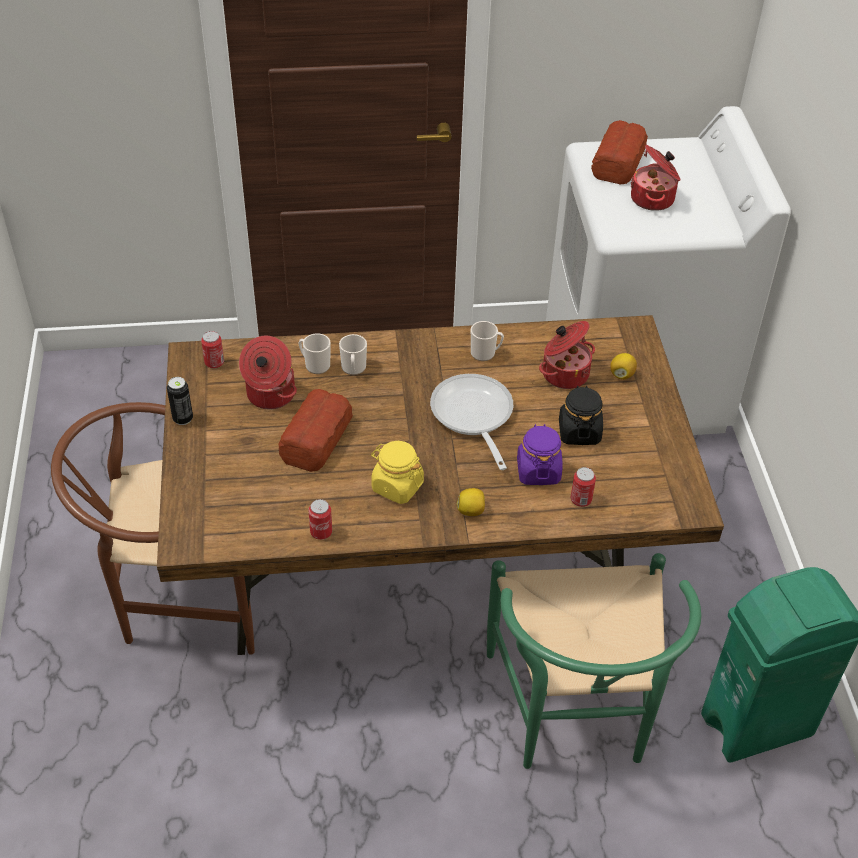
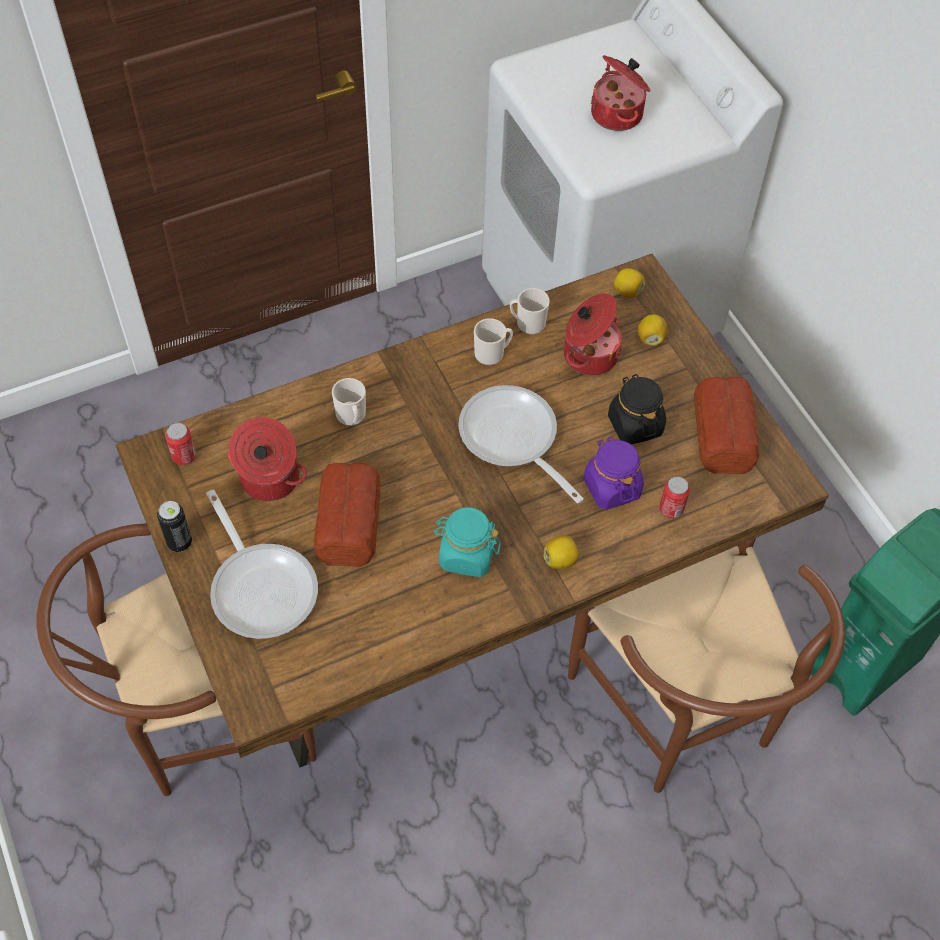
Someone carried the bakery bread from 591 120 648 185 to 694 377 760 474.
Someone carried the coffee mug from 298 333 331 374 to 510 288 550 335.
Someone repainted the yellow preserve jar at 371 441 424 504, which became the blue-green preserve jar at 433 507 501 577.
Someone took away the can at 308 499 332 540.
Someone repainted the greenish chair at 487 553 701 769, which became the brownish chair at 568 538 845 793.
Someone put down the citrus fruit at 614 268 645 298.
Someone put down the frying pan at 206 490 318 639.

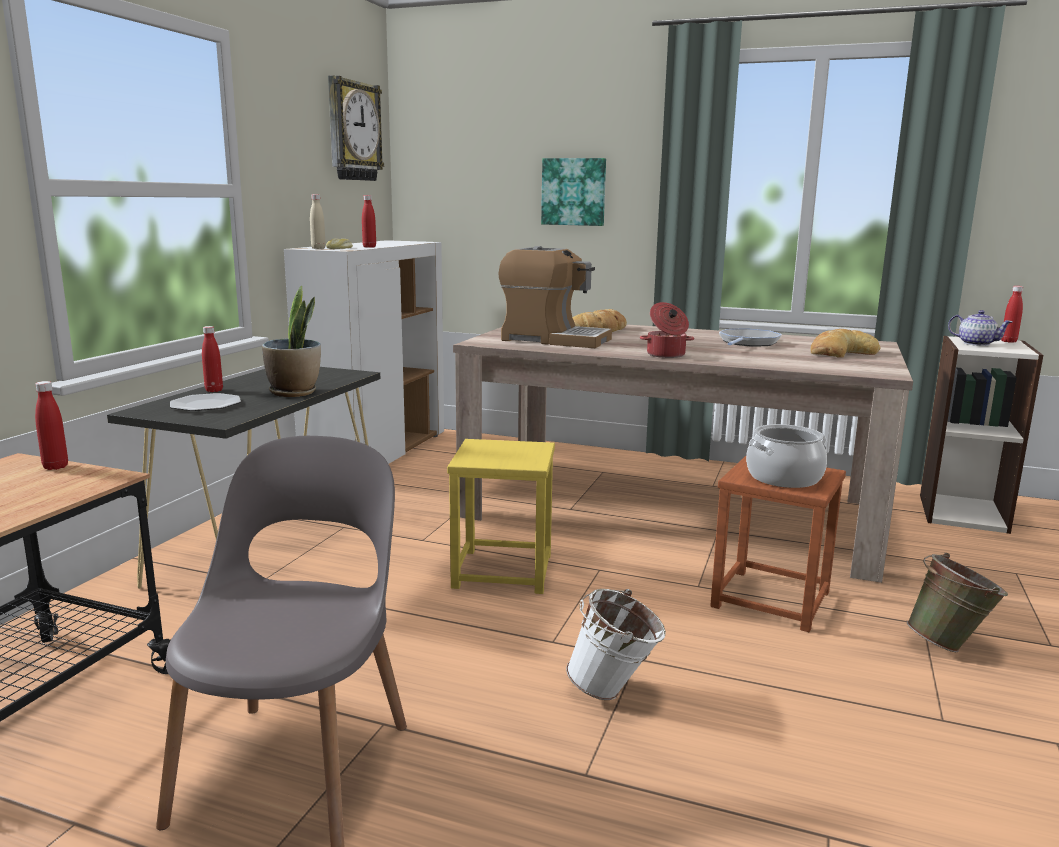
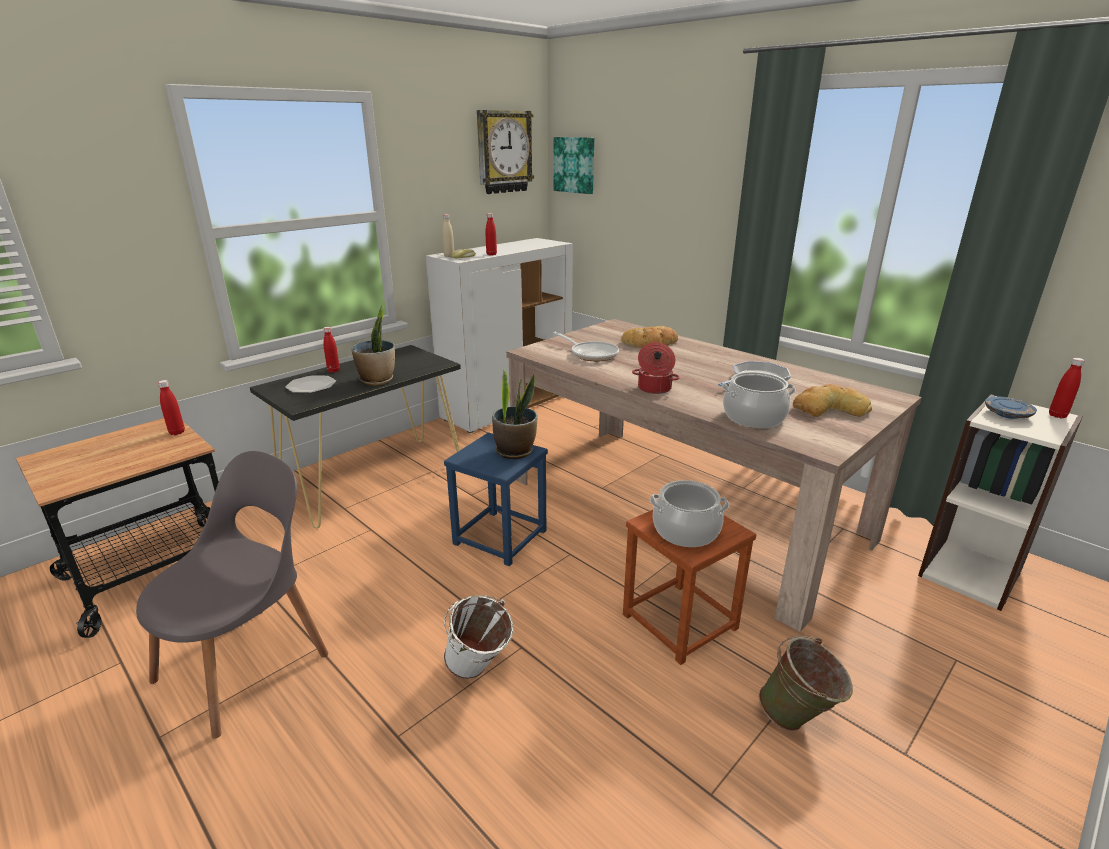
Someone carried the picture from 541 158 606 226 to 553 137 594 194.
Someone swapped the coffee machine at 498 246 612 348 for the frying pan at 553 332 619 361.
Someone swapped the pot for tea at 948 310 1012 346 for the bluish dinner plate at 985 396 1037 419.
Someone repainted the yellow stool seat at 447 439 555 594, which became the bluish stool seat at 444 433 548 566.
Someone put down the potted plant at 492 367 537 459.
Someone put down the saucepot at 722 372 796 428.

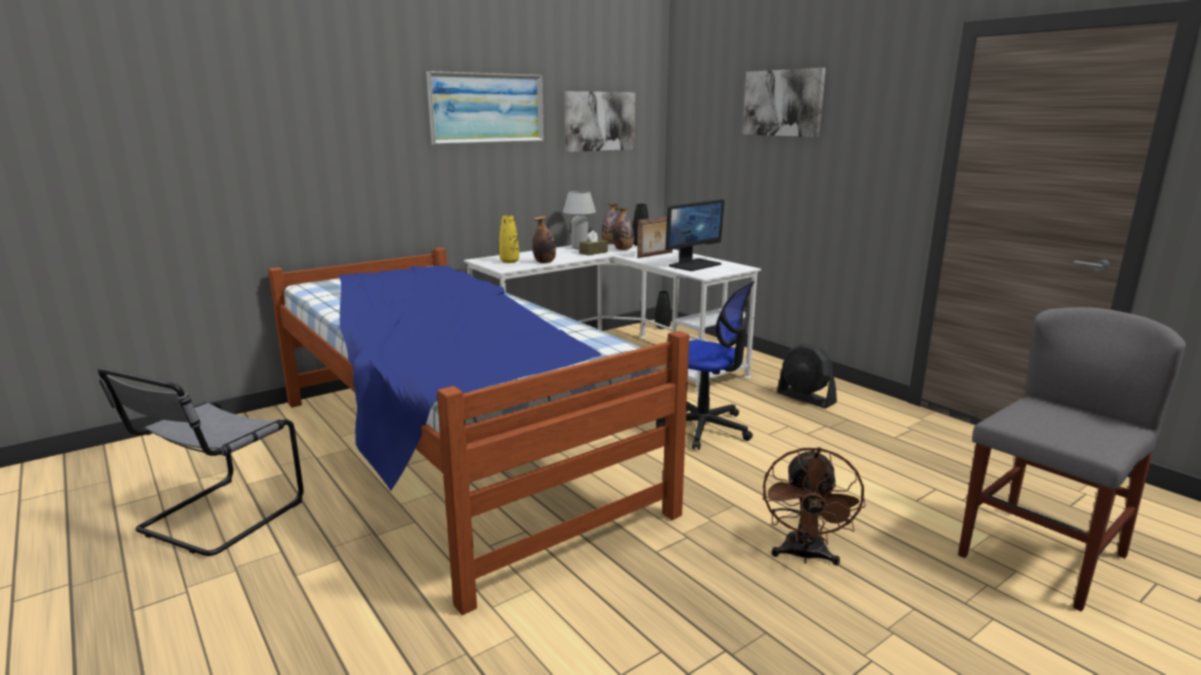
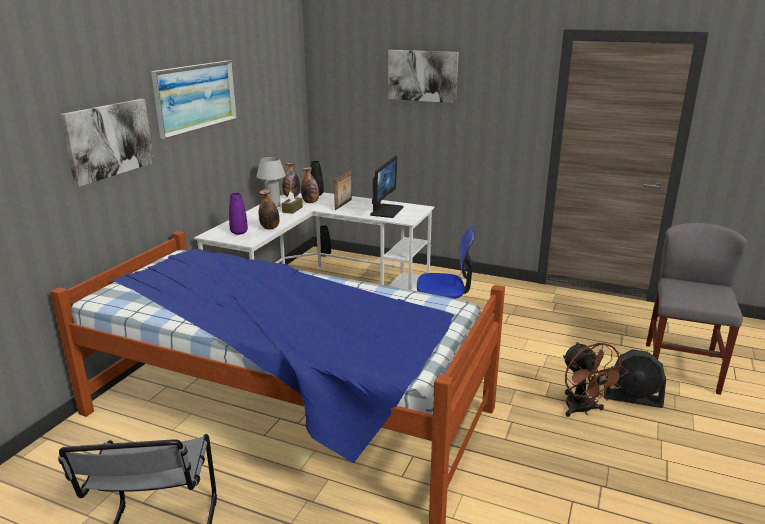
Someone carried the picture from 565 91 635 152 to 60 99 154 187.
Someone repainted the yellow flower vase at 499 215 519 263, which became the purple flower vase at 229 193 248 235.
Someone carried the black-coloured cooling fan from 777 343 837 408 to 604 349 666 408.

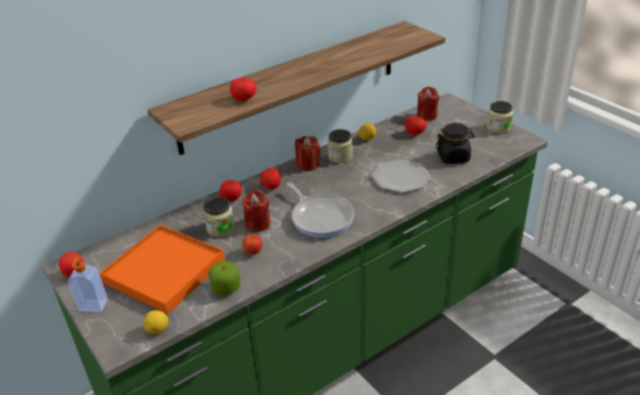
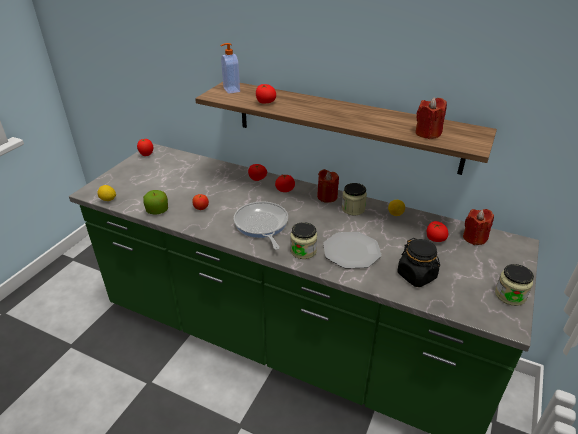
Someone rotated the frying pan at 287 182 354 237 by 135 degrees clockwise.
Someone carried the reddish wax candle from 242 189 271 232 to 415 97 447 139.
Someone carried the preserve jar from 203 197 235 237 to 290 222 317 259.
Someone took away the orange-coloured tray at 99 225 225 314.
Someone carried the soap bottle from 68 257 108 312 to 221 43 240 94.

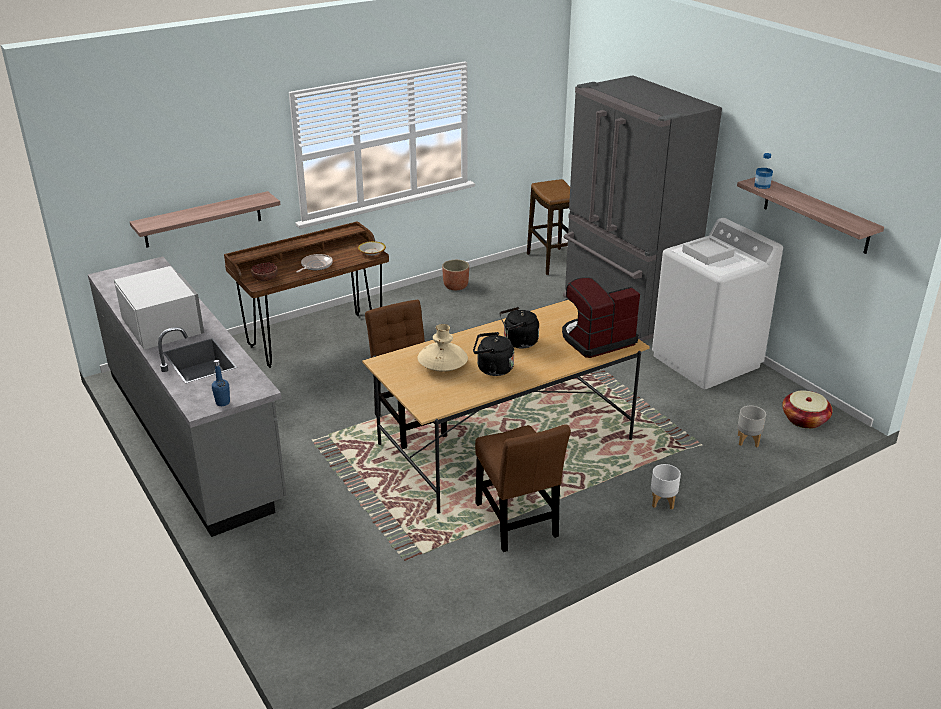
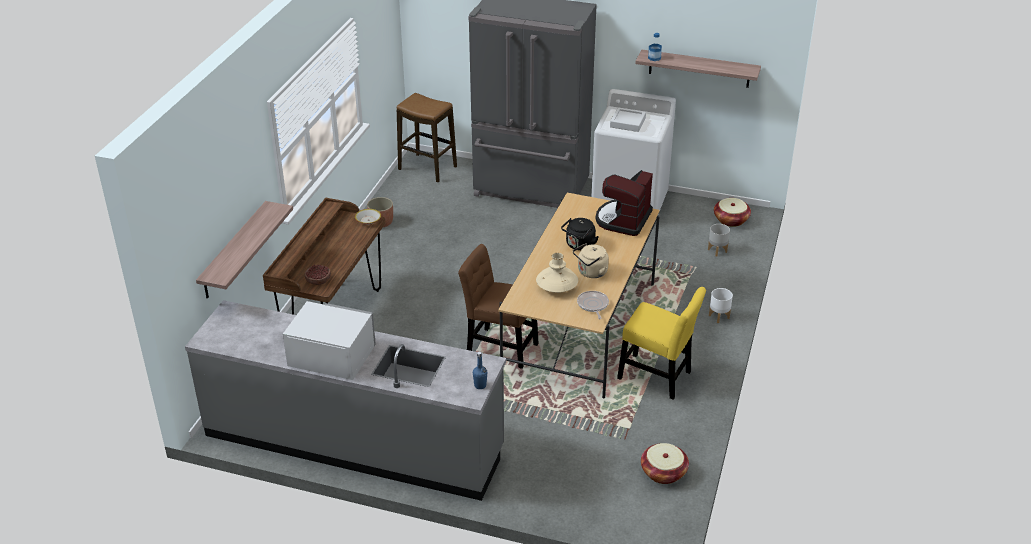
Someone carried the frying pan from 296 254 333 273 to 577 291 609 319.
Someone repainted the black-coloured water kettle at 473 332 514 376, which became the sand-coloured water kettle at 573 243 609 278.
Someone repainted the brownish chair at 475 425 571 552, which became the yellow chair at 617 287 706 400.
Someone put down the basket at 641 443 689 484.

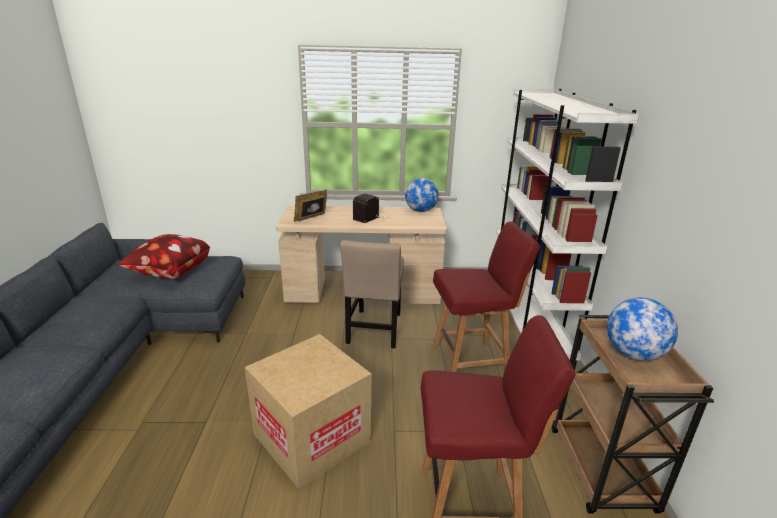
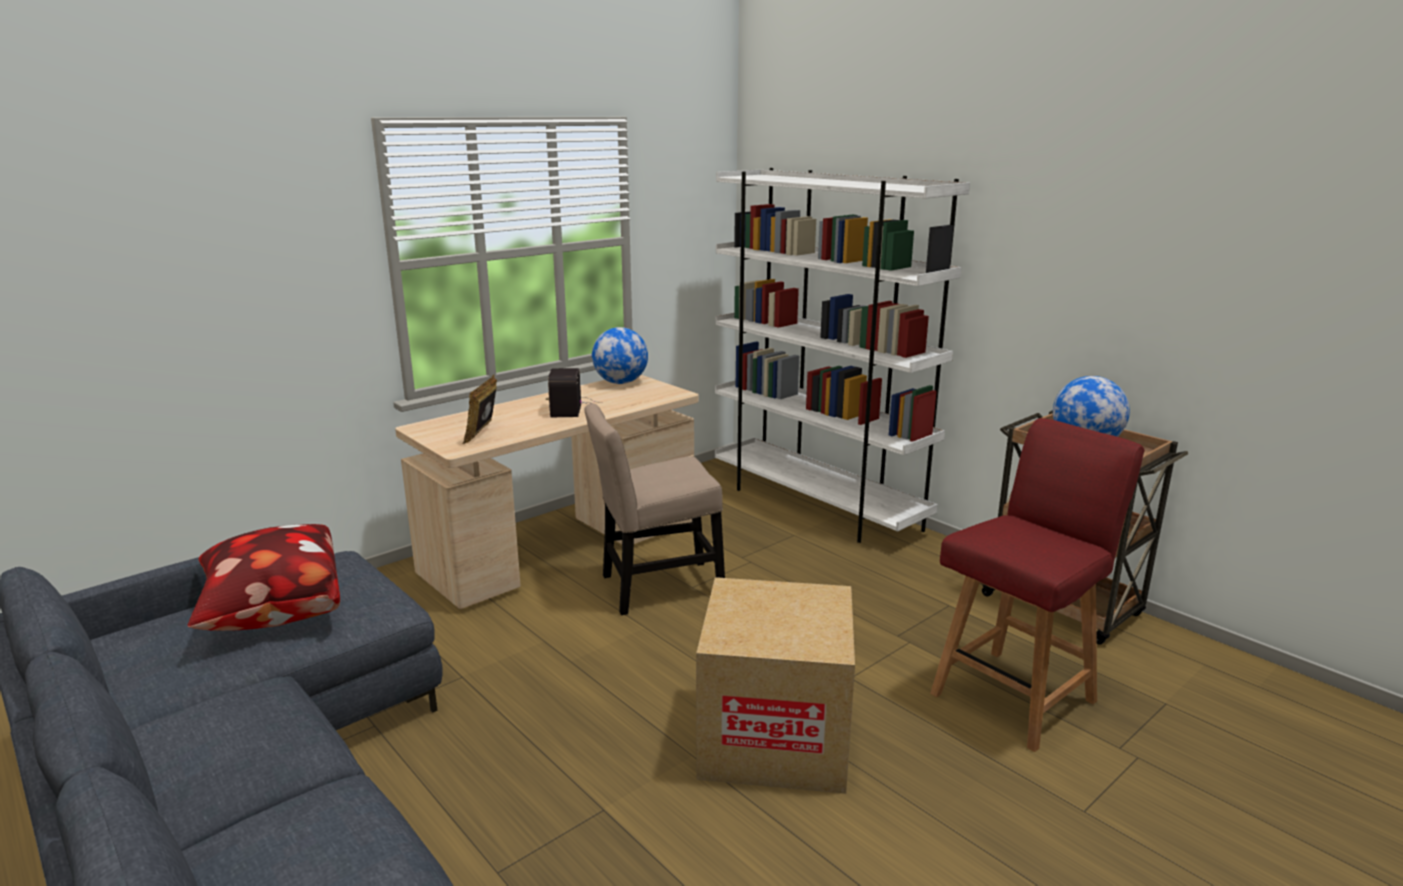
Someone took away the reddish chair at 432 221 540 372.
Someone rotated the sand-coloured chair at 340 240 404 348 by 105 degrees clockwise.

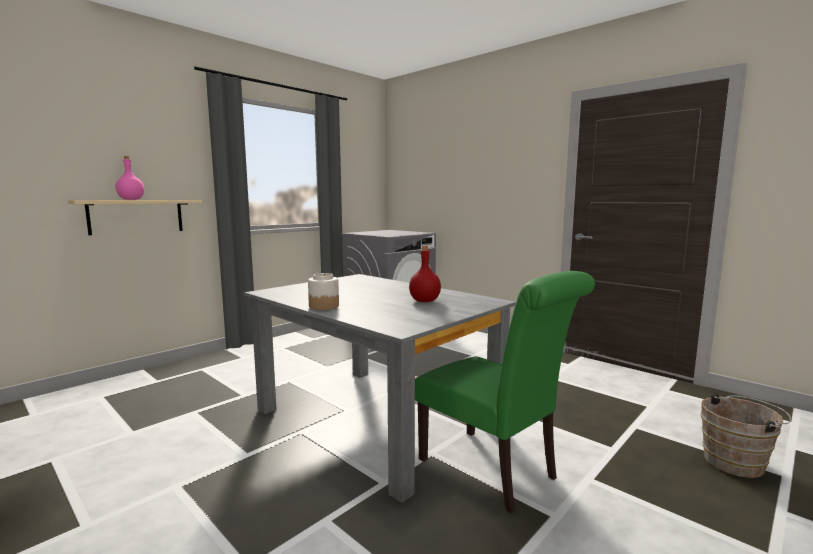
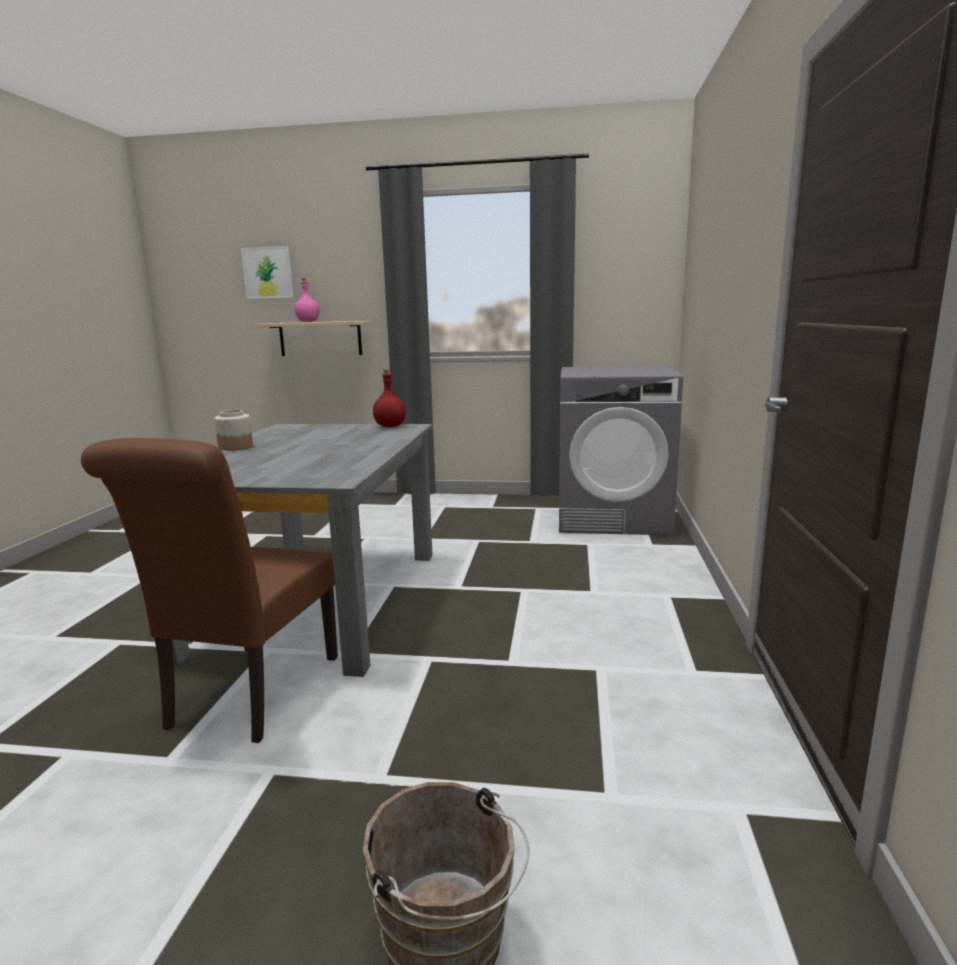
Someone carried the reddish beverage bottle from 409 246 441 302 to 373 369 406 427.
Someone repainted the greenish chair at 415 271 595 514, which became the brownish chair at 81 438 338 743.
Someone put up the picture at 241 246 293 299.

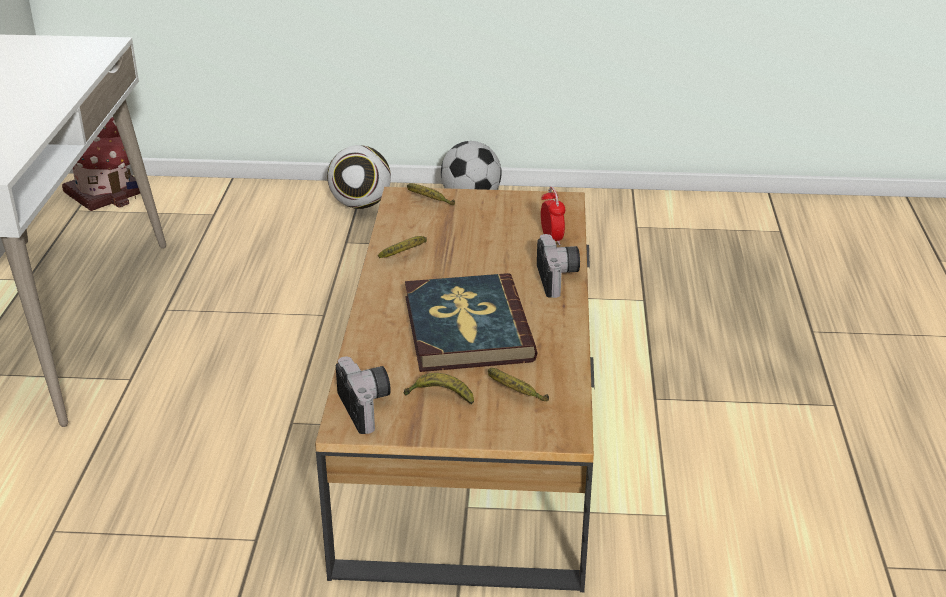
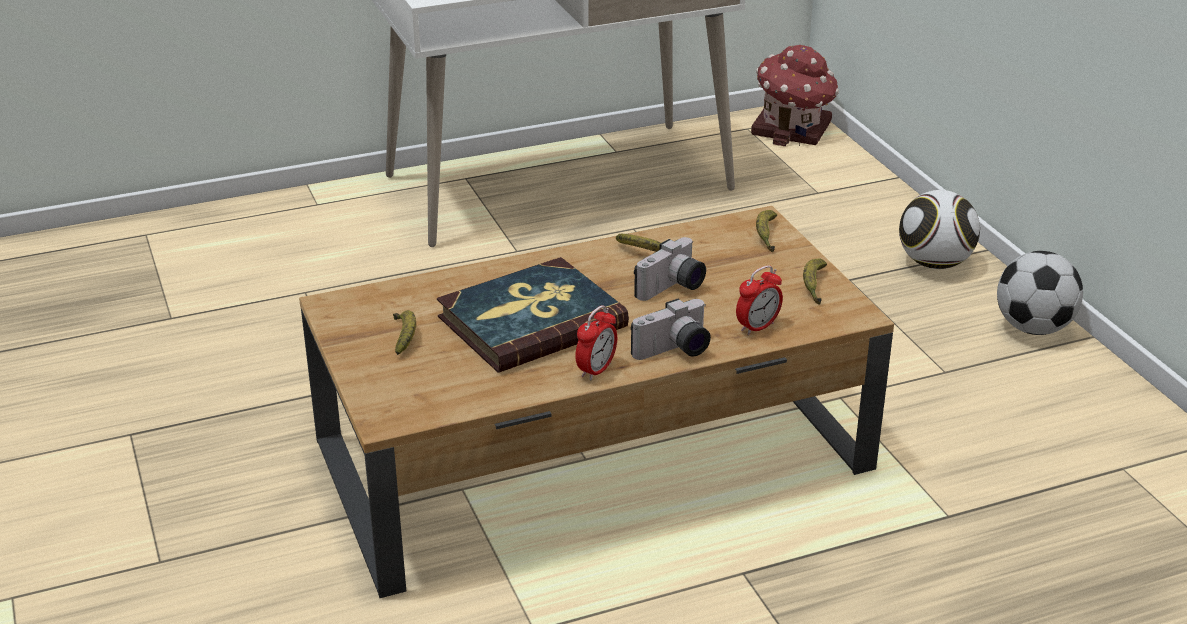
Someone carried the still camera from 336 357 391 434 to 634 237 706 301.
Someone carried the whole banana from 488 368 549 401 to 803 259 827 305.
Someone put down the table clock at 575 305 617 380.

